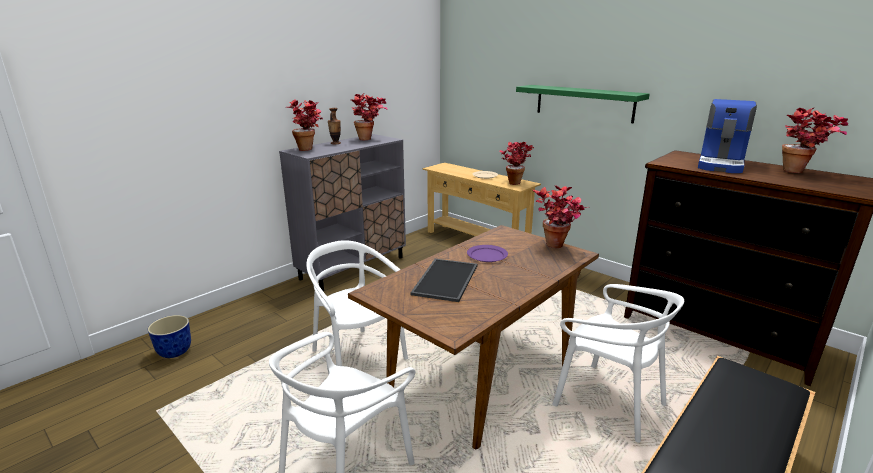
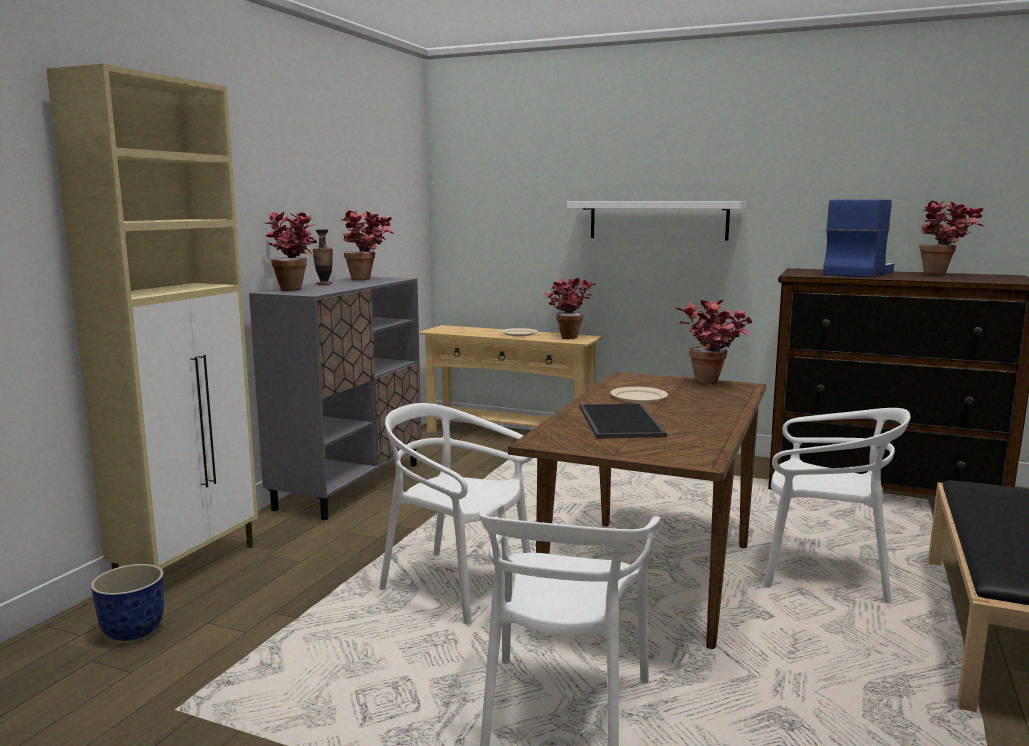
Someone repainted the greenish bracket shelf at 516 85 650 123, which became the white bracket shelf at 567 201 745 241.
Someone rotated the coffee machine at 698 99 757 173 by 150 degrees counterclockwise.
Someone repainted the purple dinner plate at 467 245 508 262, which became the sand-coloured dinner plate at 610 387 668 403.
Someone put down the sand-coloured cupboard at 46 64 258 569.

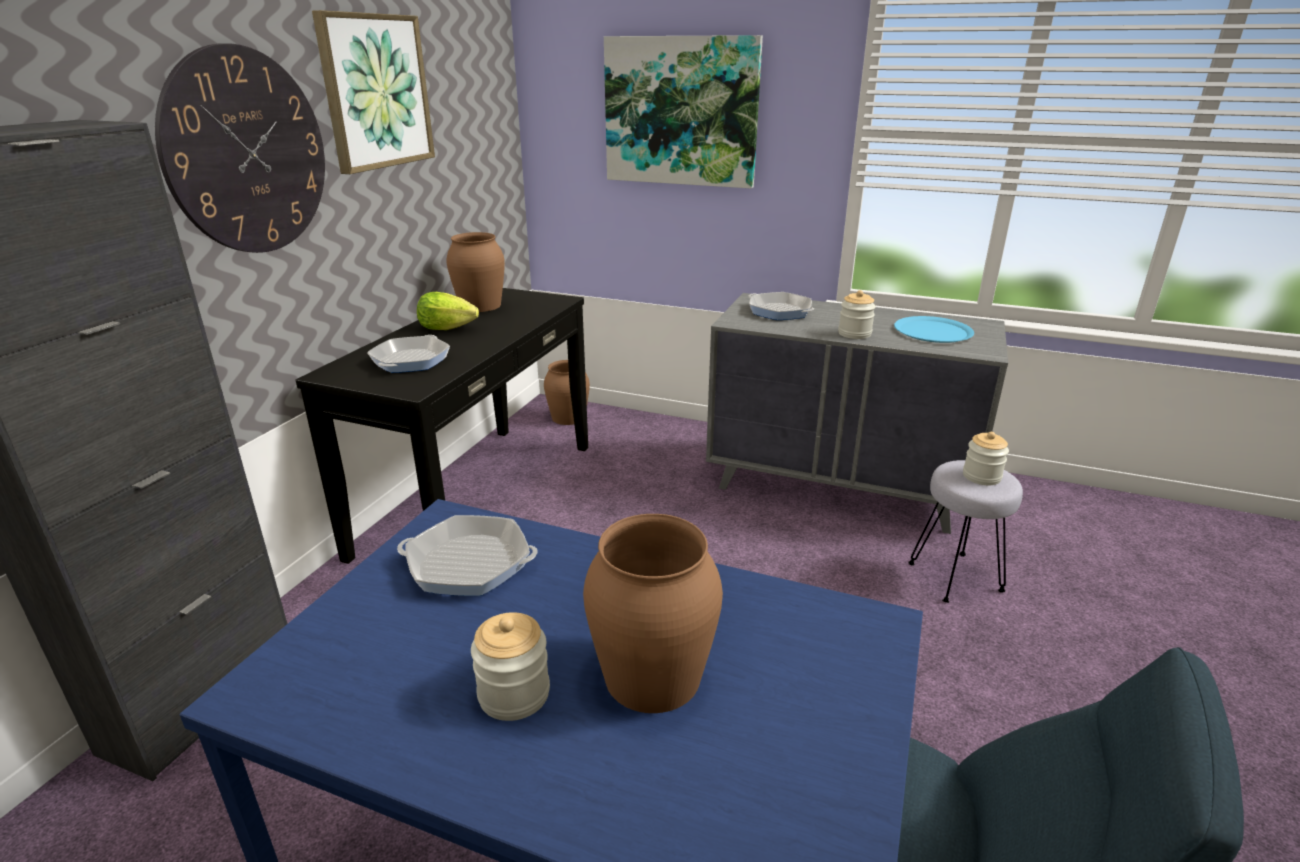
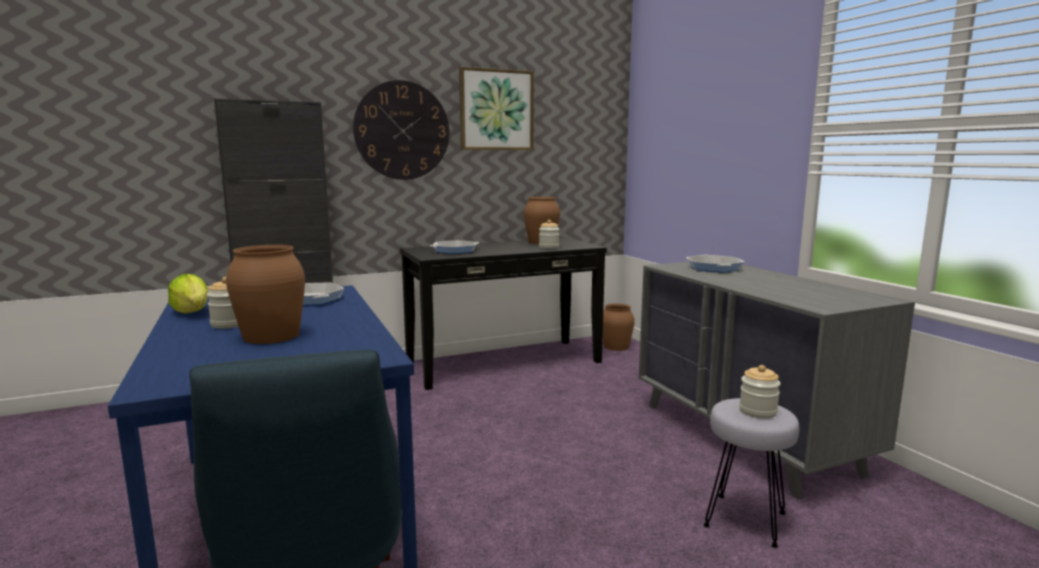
Someone took away the picture at 604 35 763 189.
Someone carried the preserve jar from 838 290 876 339 to 539 220 559 249.
Someone carried the head of lettuce from 417 292 479 330 to 168 274 209 314.
Someone took away the bluish dinner plate at 894 316 974 343.

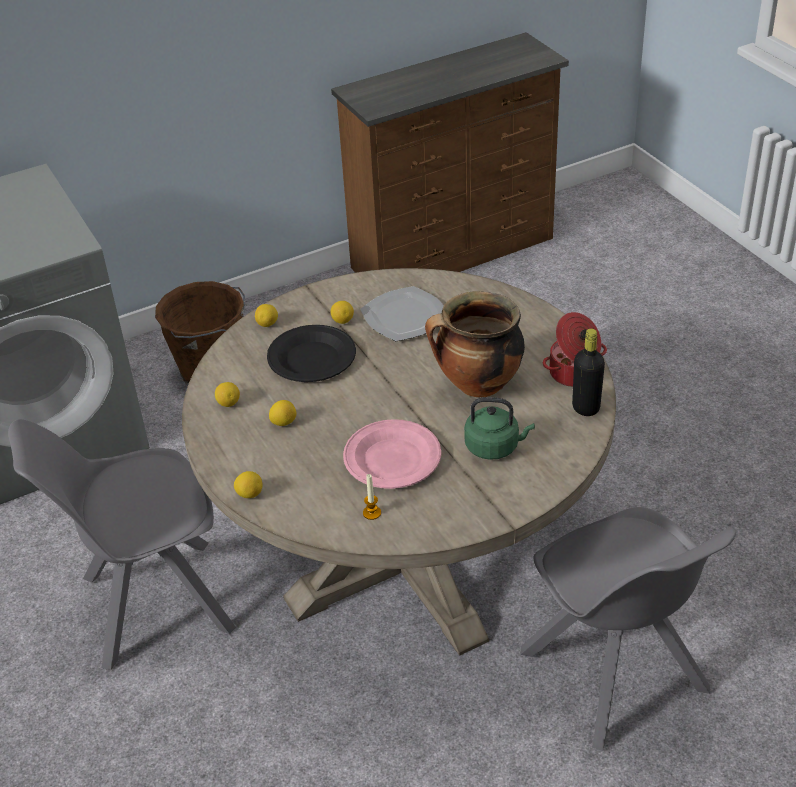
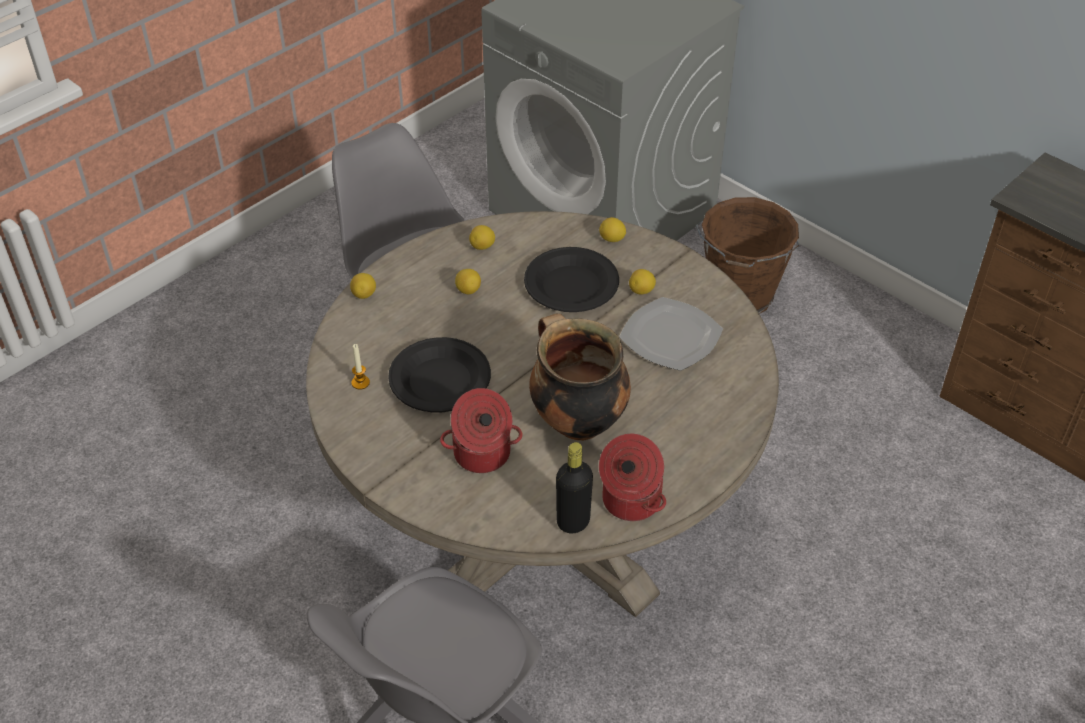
Someone swapped the greenish water kettle at 464 397 535 460 for the saucepot at 440 388 522 473.
Someone repainted the pink dinner plate at 343 419 442 489, which became the black-coloured dinner plate at 388 337 491 412.

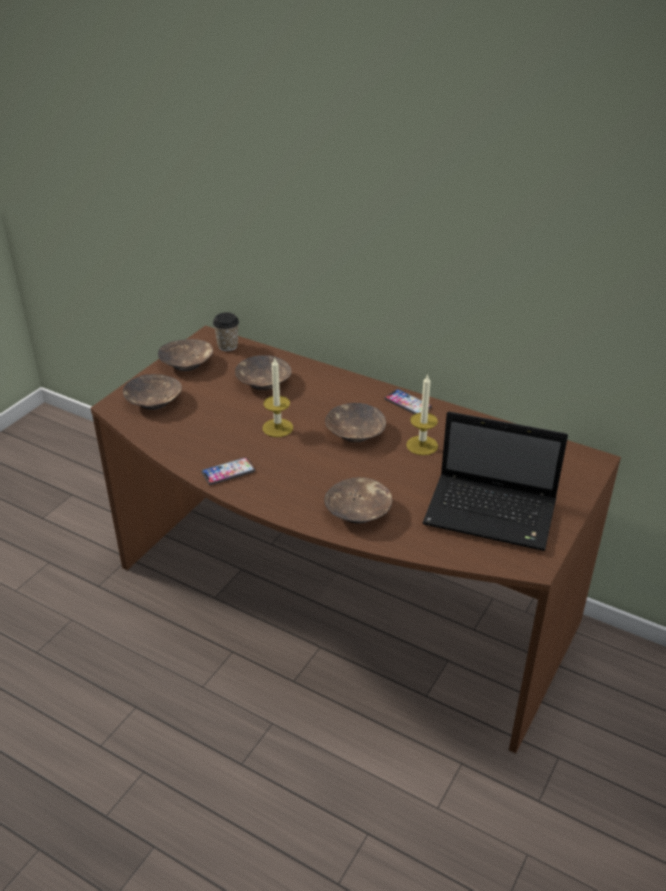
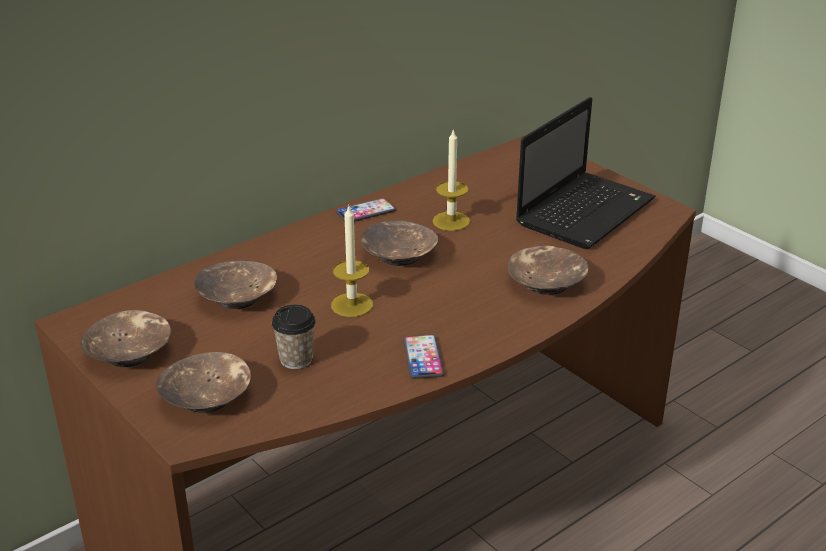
Someone carried the drinking cup from 213 312 239 351 to 272 304 316 369.

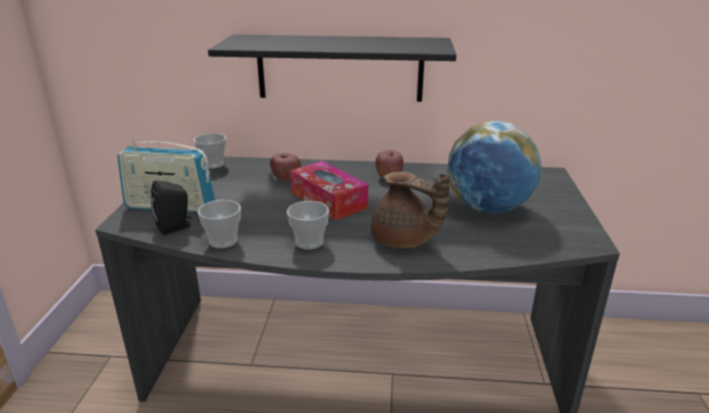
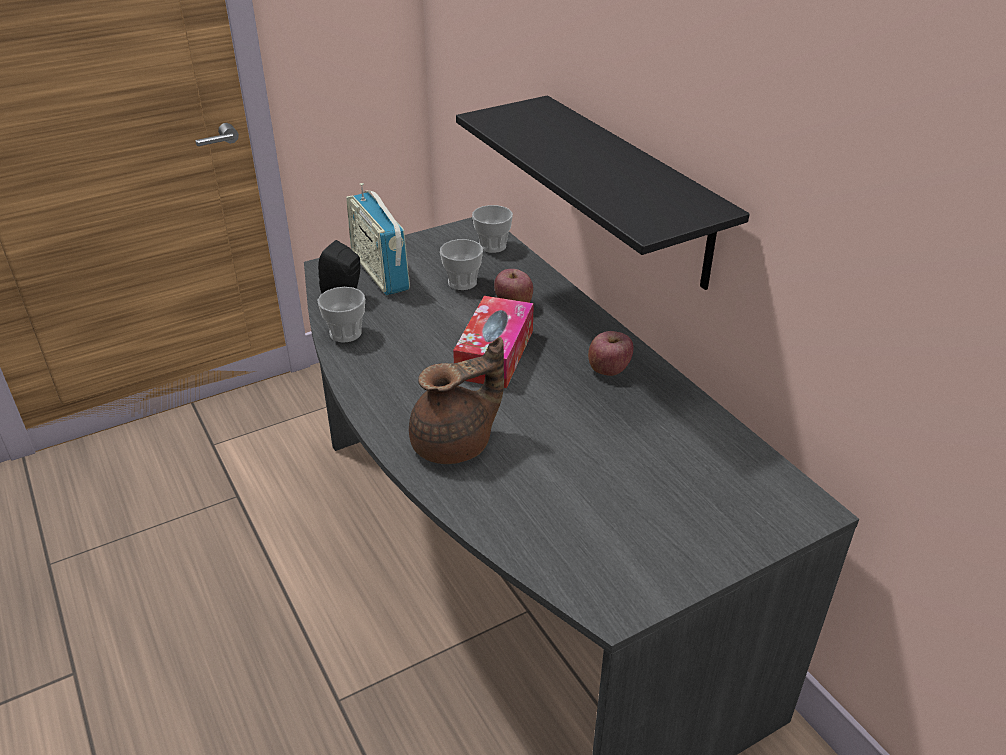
Someone took away the world globe at 447 121 542 213.
Someone rotated the brownish pot for tea at 371 172 450 248 by 120 degrees counterclockwise.
Someone carried the drinking cup from 287 201 329 250 to 440 239 483 290.

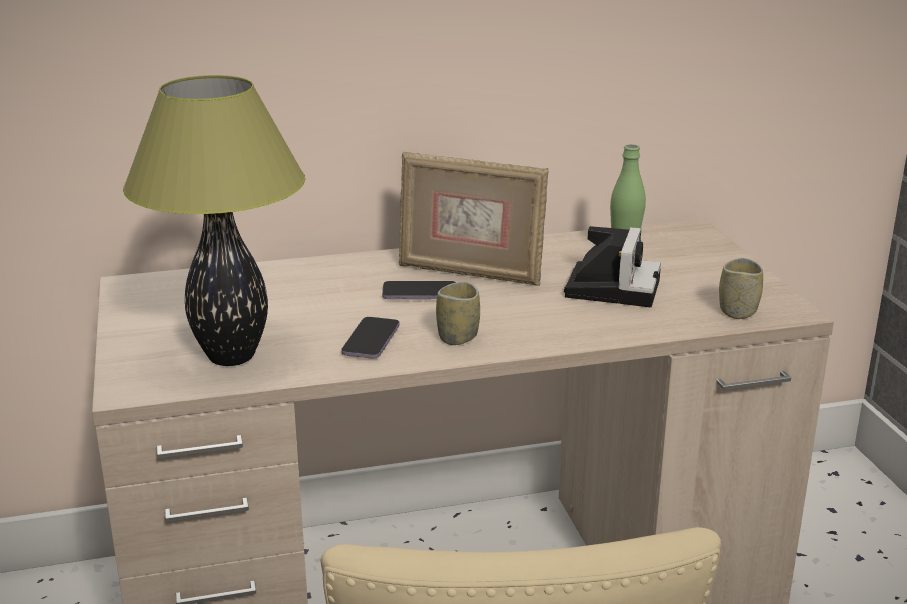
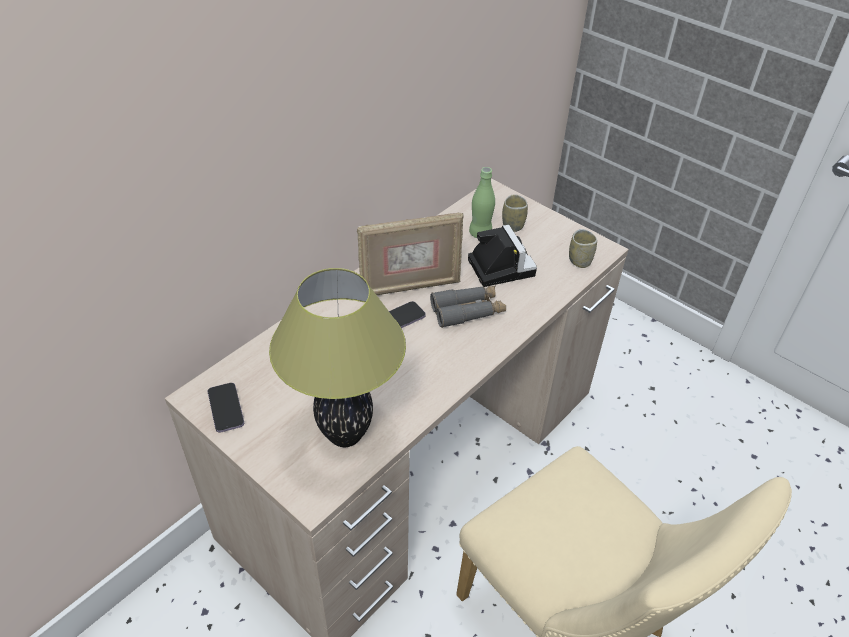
Someone carried the drinking cup from 436 282 480 345 to 502 194 528 232.
Someone carried the phone from 341 317 399 359 to 208 383 244 433.
Someone put down the grey field glasses at 430 286 506 328.

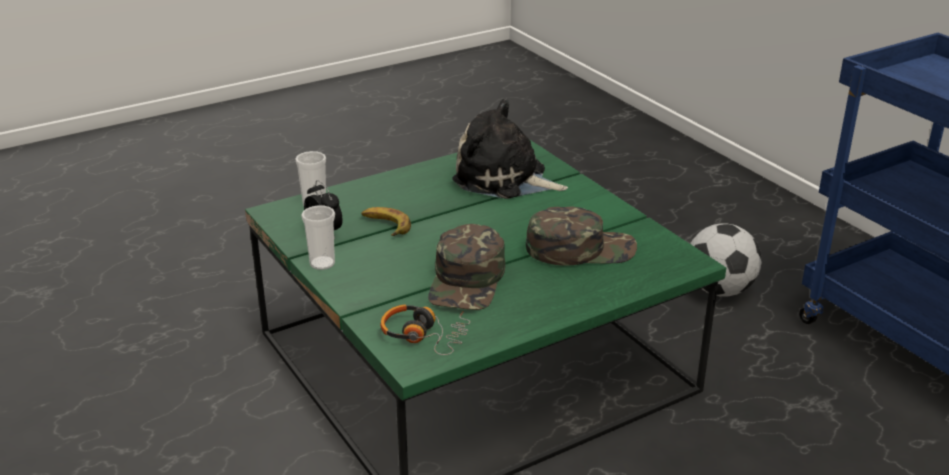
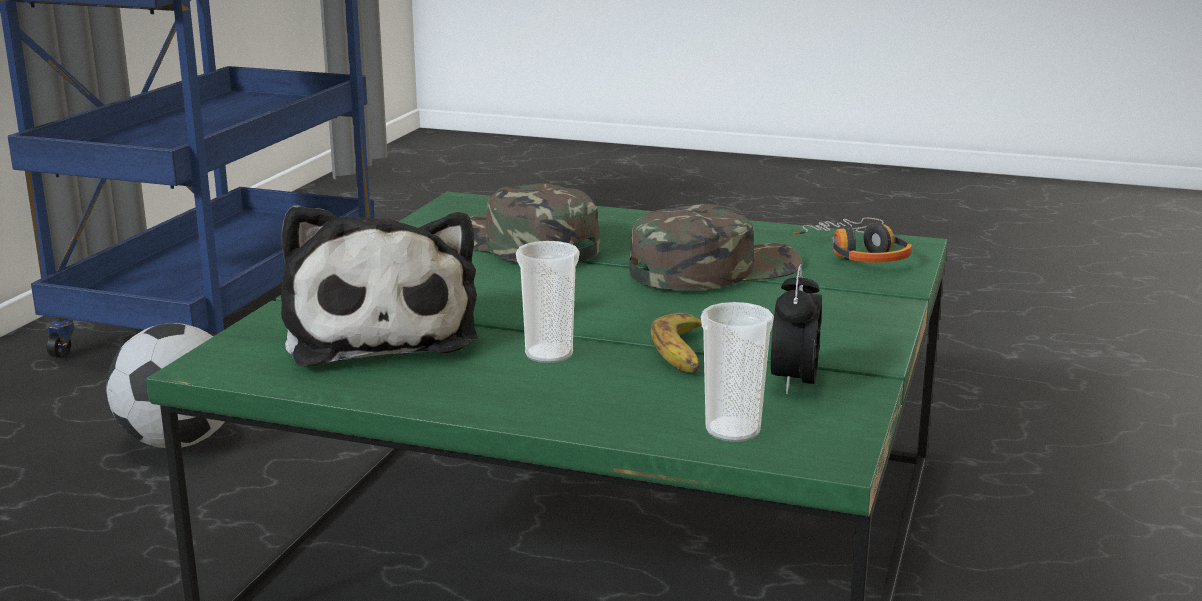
Someone carried the drinking cup from 301 205 335 270 to 516 241 580 363.

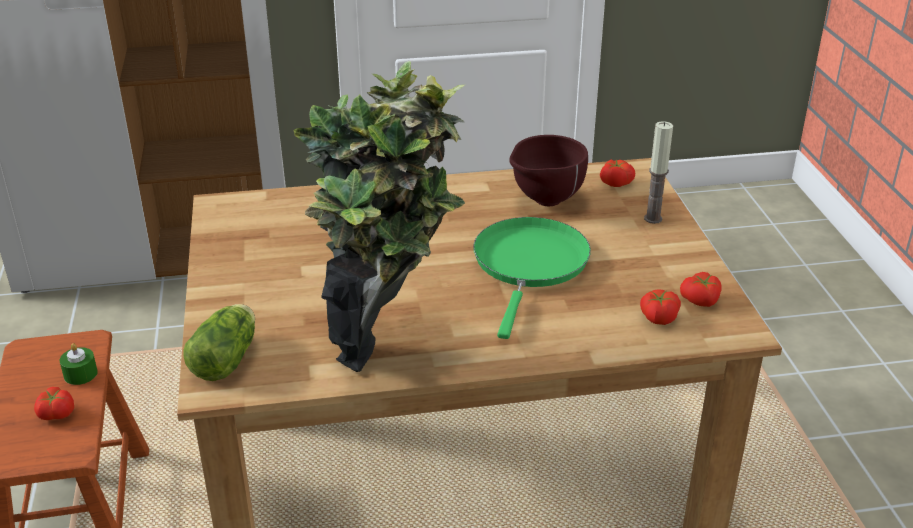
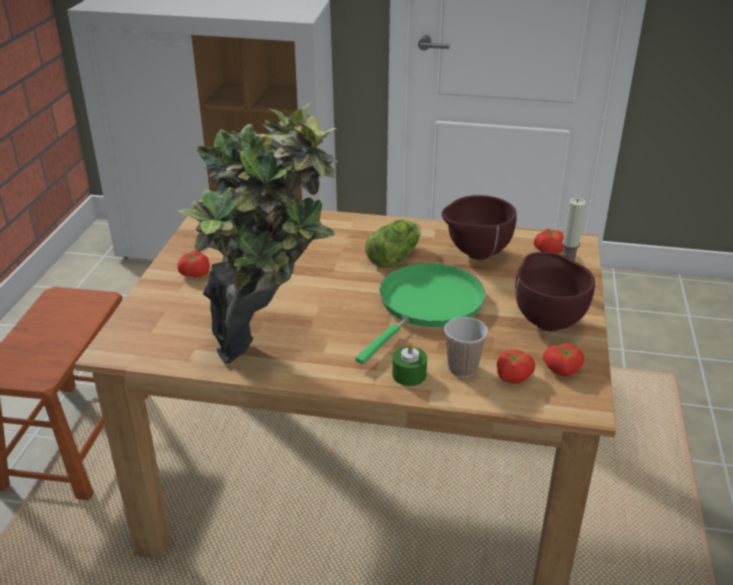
Someone carried the head of lettuce from 183 304 255 381 to 365 219 421 268.
Someone carried the greenish wax candle from 59 343 98 385 to 392 342 427 386.
Someone carried the whole tomato from 34 387 74 420 to 177 251 210 278.
Someone put down the brownish deep dish at 515 252 595 331.
Someone put down the drinking cup at 444 317 488 377.

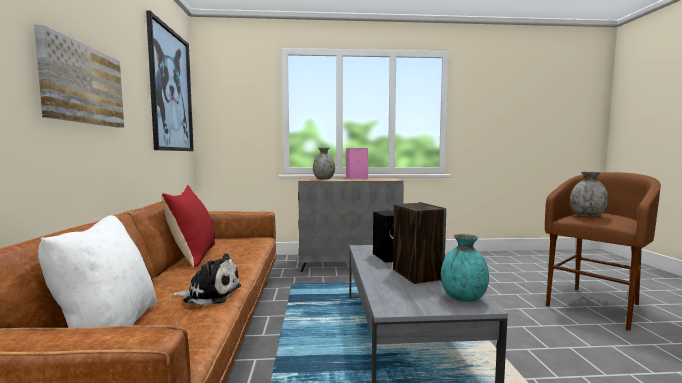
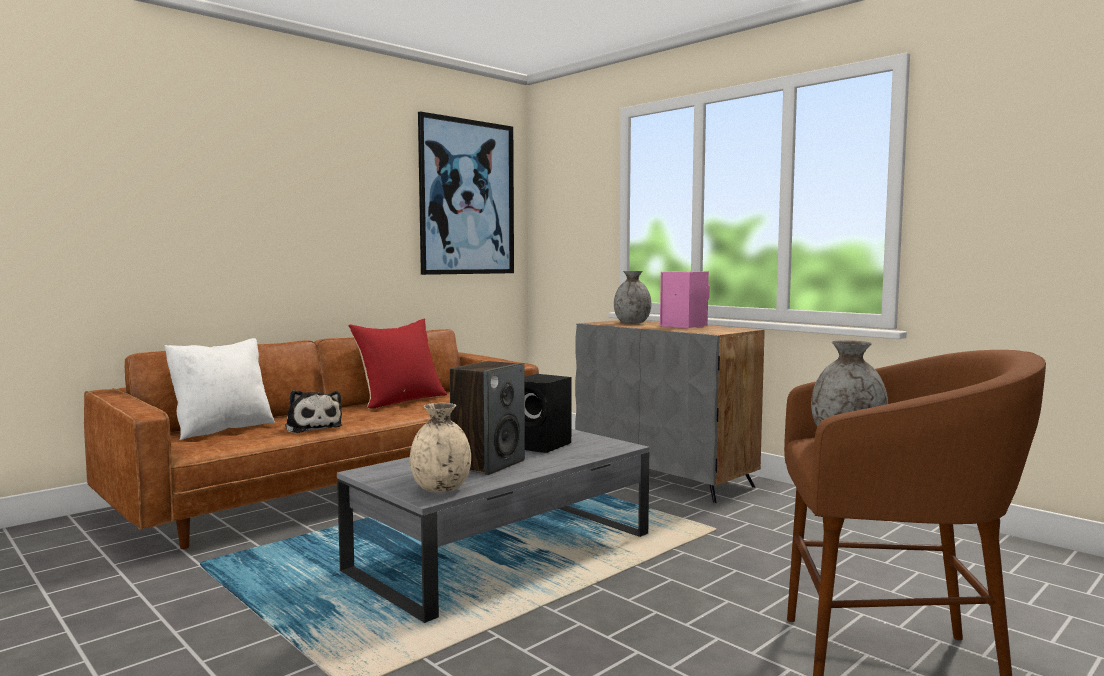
Someone took away the picture at 34 25 124 128.
Someone repainted the blue-green flower vase at 441 234 489 302, which became the sand-coloured flower vase at 410 403 471 493.

